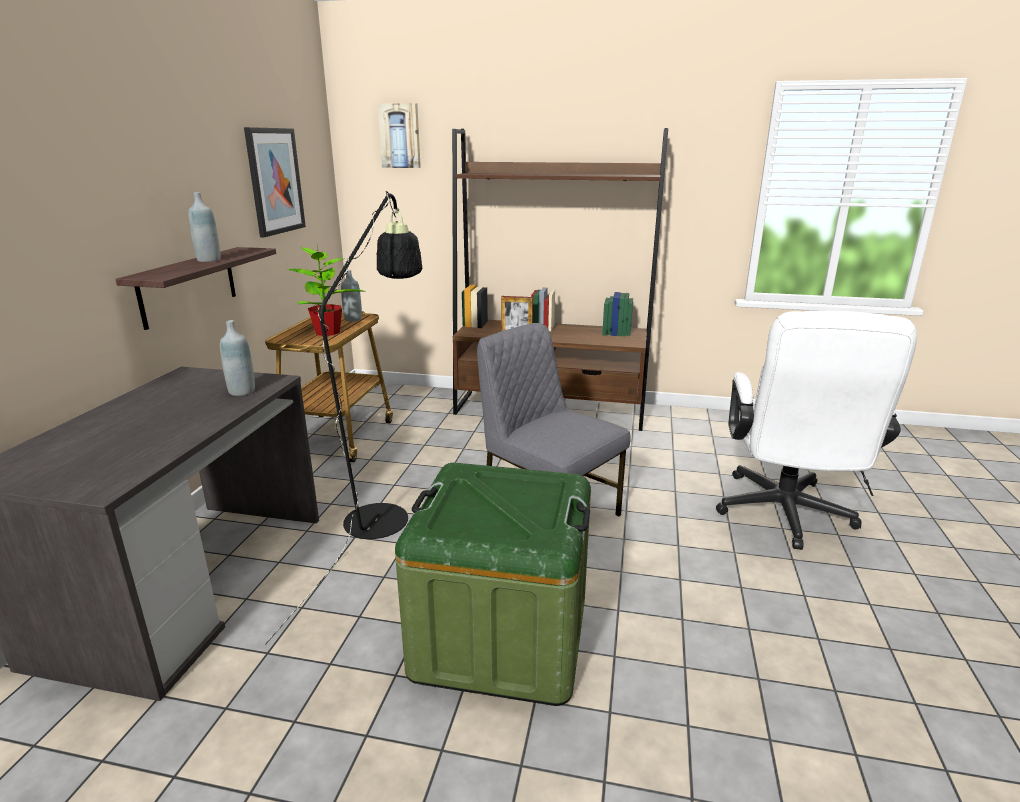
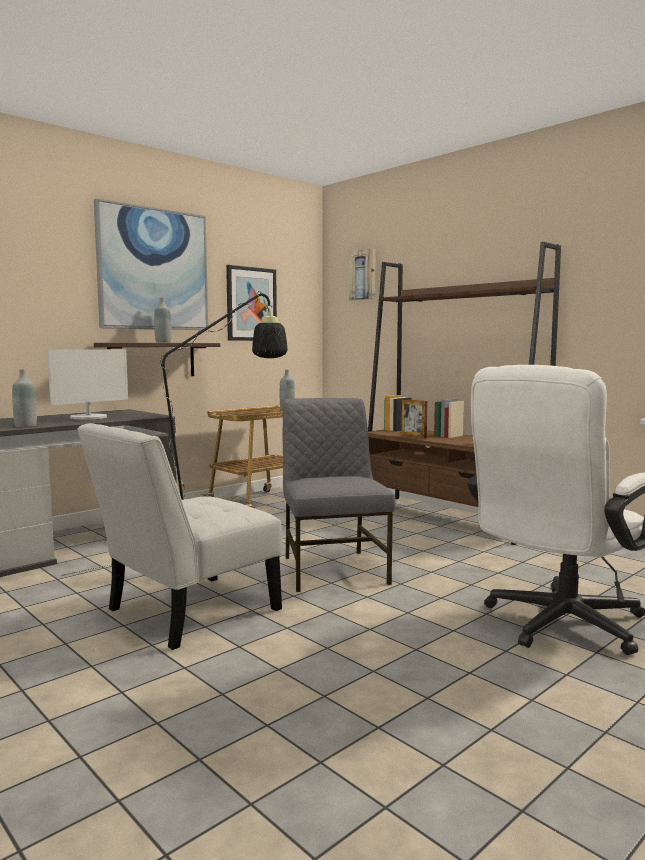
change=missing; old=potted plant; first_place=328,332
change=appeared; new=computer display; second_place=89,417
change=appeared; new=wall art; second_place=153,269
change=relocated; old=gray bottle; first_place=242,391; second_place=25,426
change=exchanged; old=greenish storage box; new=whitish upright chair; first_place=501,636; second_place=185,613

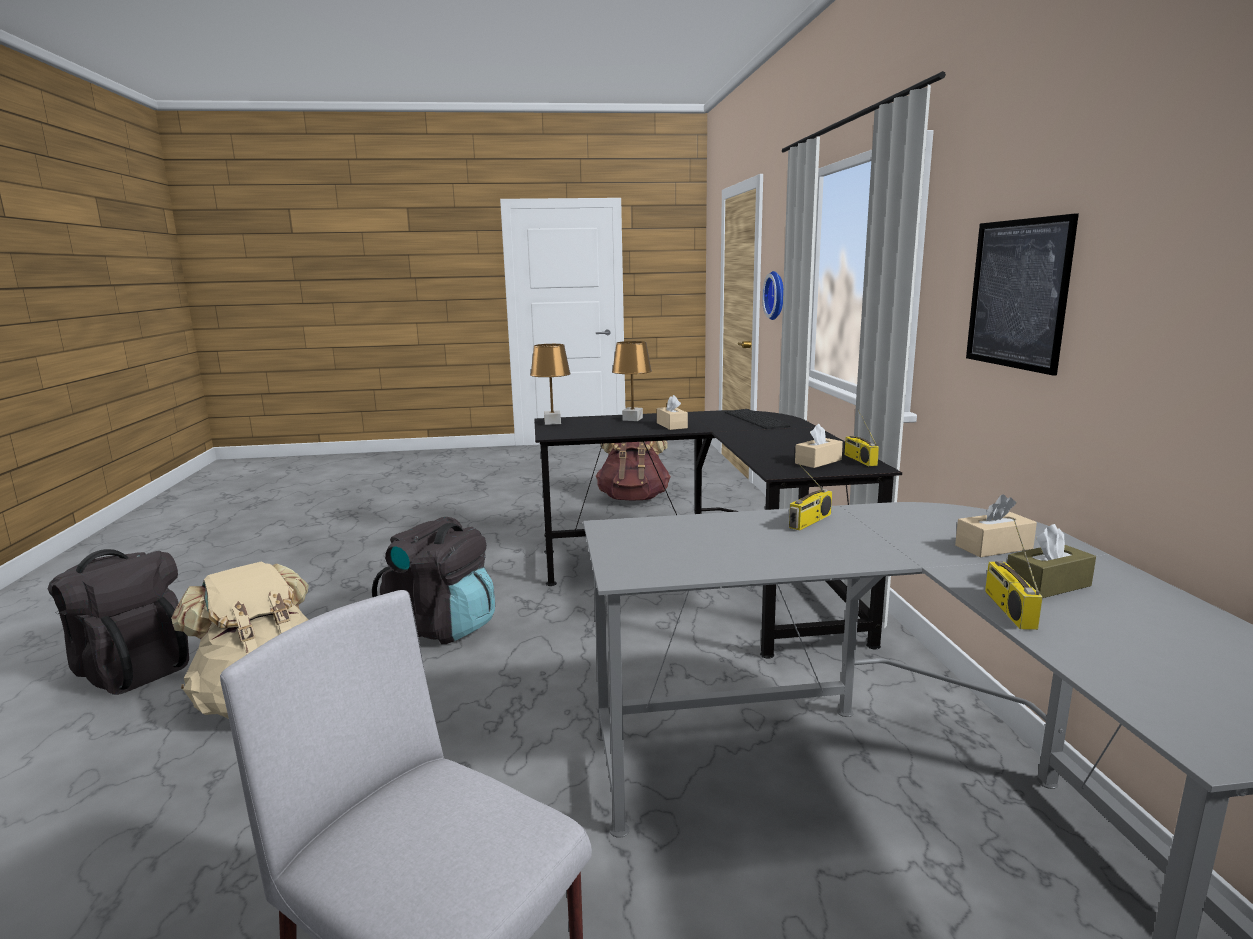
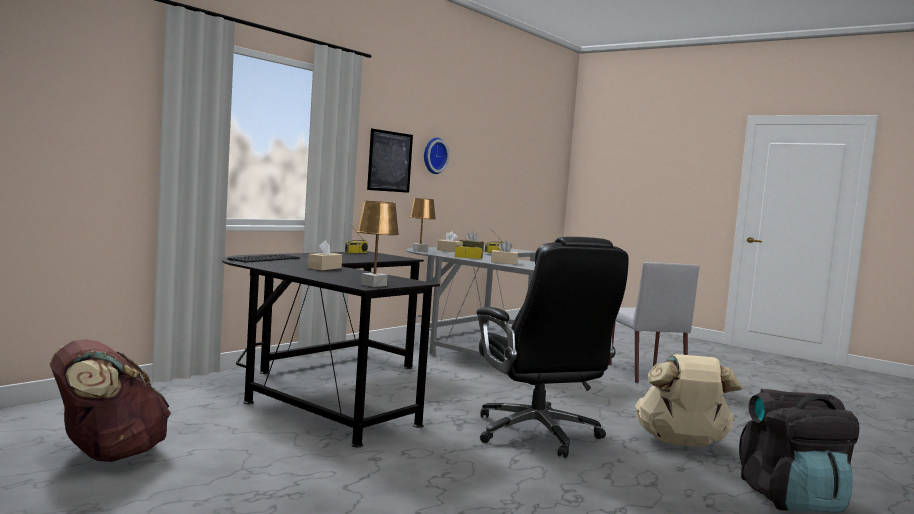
change=relocated; old=brownish table lamp; first_place=632,419; second_place=420,250
change=relocated; old=wall clock; first_place=777,295; second_place=433,155
change=relocated; old=sand-coloured box of tissues; first_place=818,461; second_place=504,262
change=exchanged; old=black backpack; new=black desk chair; first_place=442,627; second_place=538,434

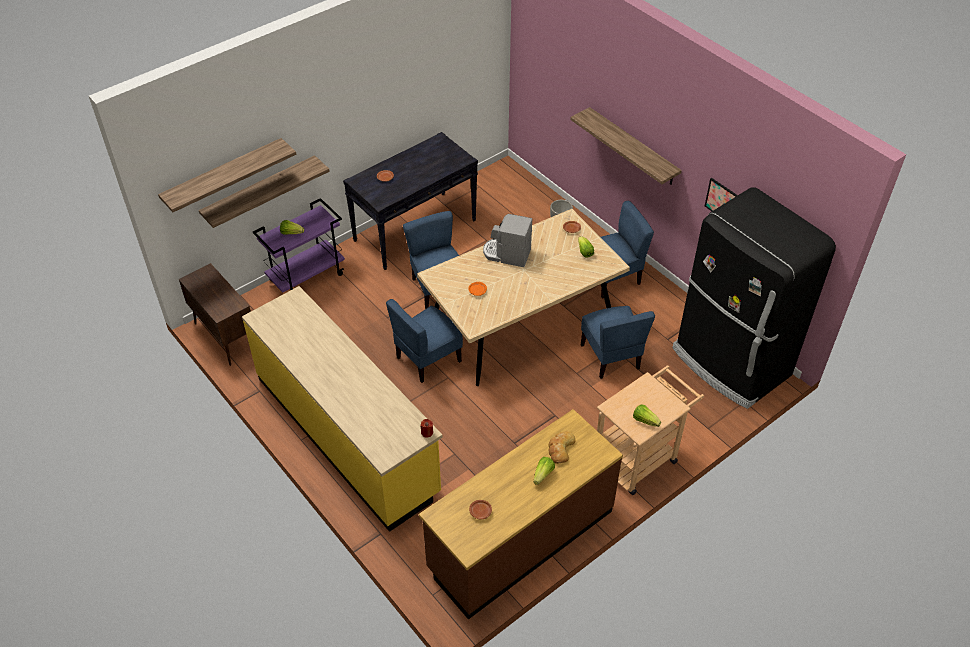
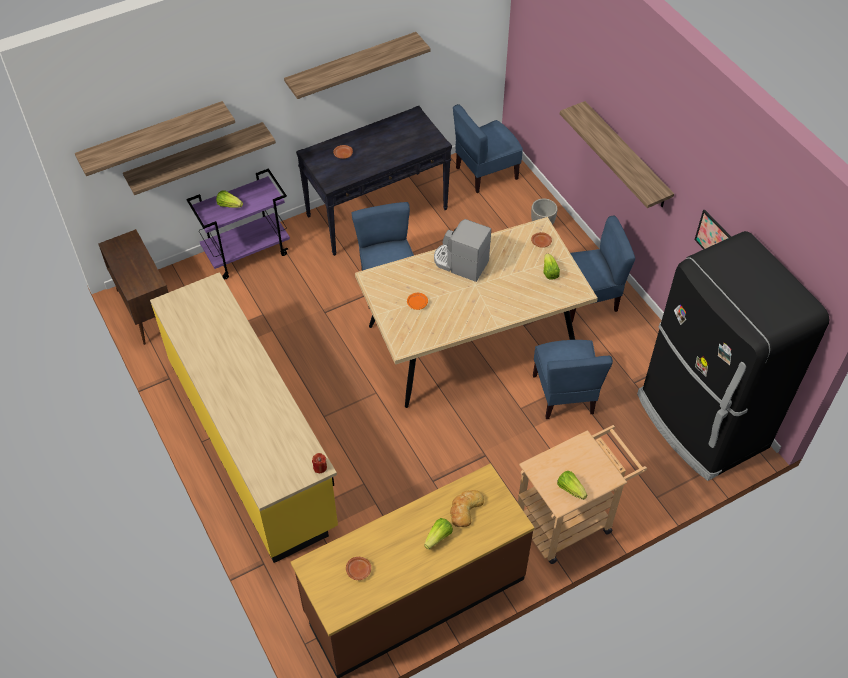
change=appeared; new=wall shelf; second_place=351,65
change=relocated; old=bluish upright chair; first_place=428,359; second_place=486,173

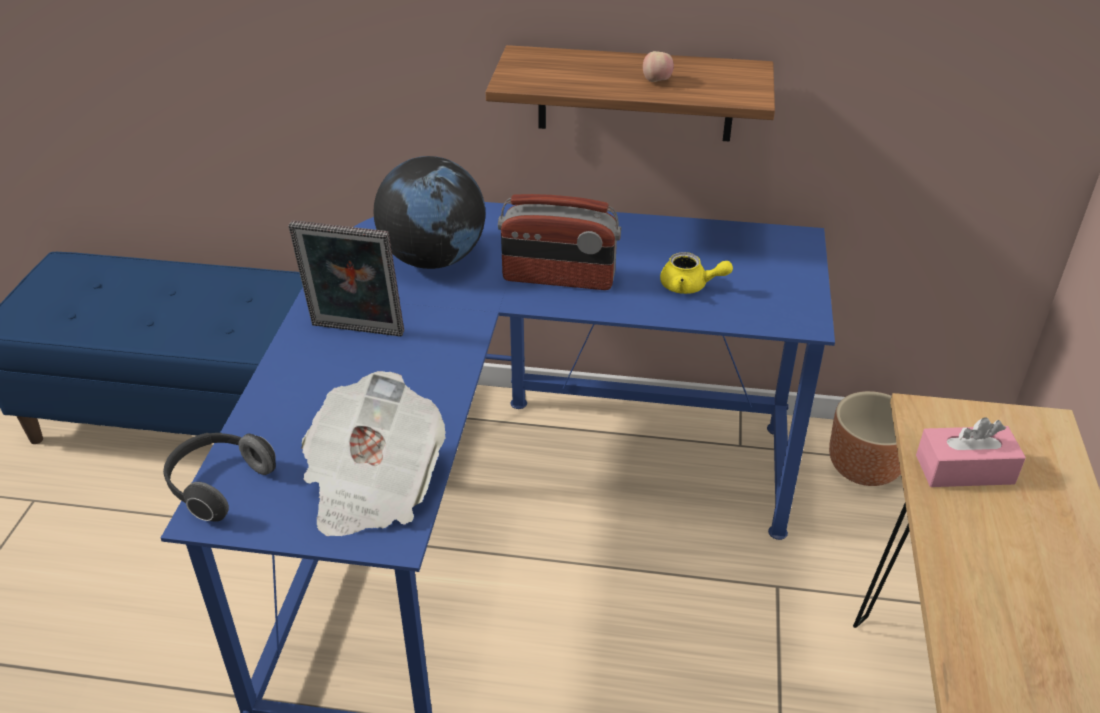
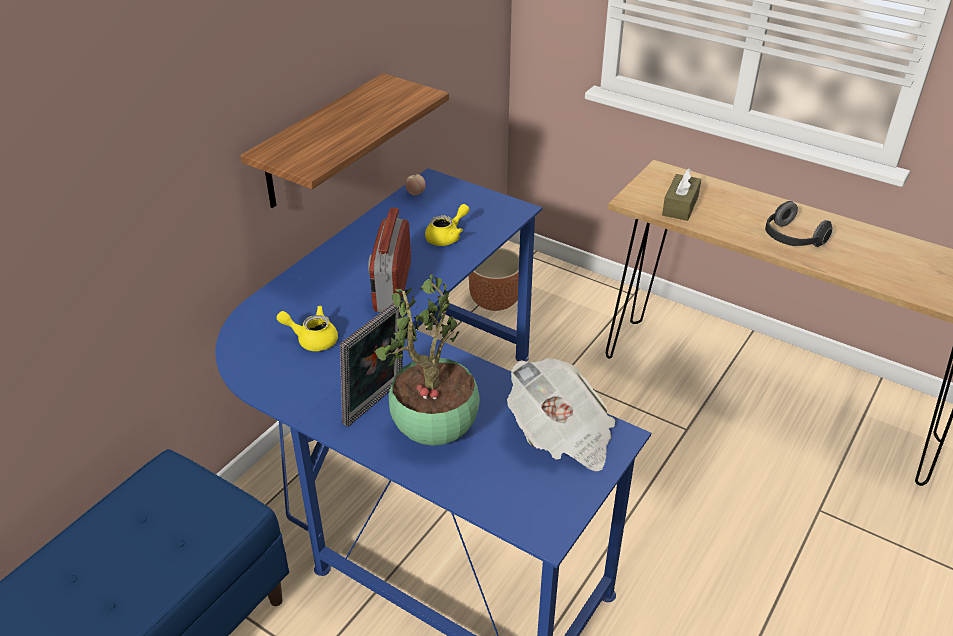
change=appeared; new=potted plant; second_place=434,433
change=relocated; old=headset; first_place=218,485; second_place=791,239
change=relocated; old=whole apple; first_place=656,81; second_place=415,193
change=exchanged; old=globe; new=yellow pot for tea; first_place=433,259; second_place=312,339
change=colour; old=pink box of tissues; new=brownish box of tissues; first_place=964,469; second_place=680,206
change=spun; old=radio set; first_place=558,278; second_place=391,287; degrees=150

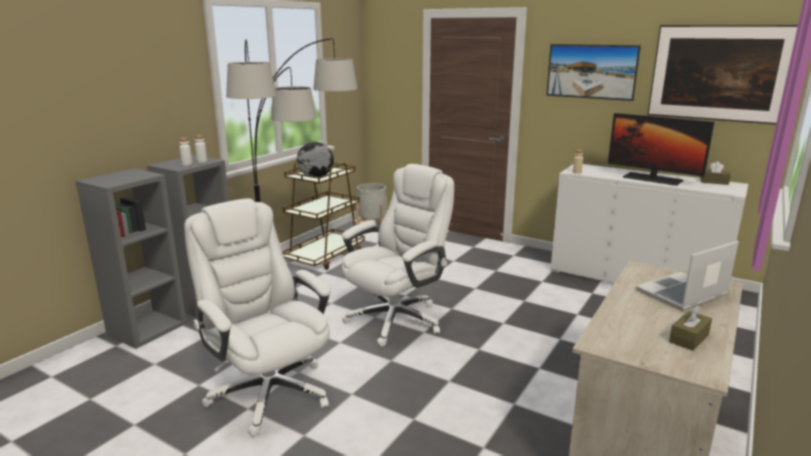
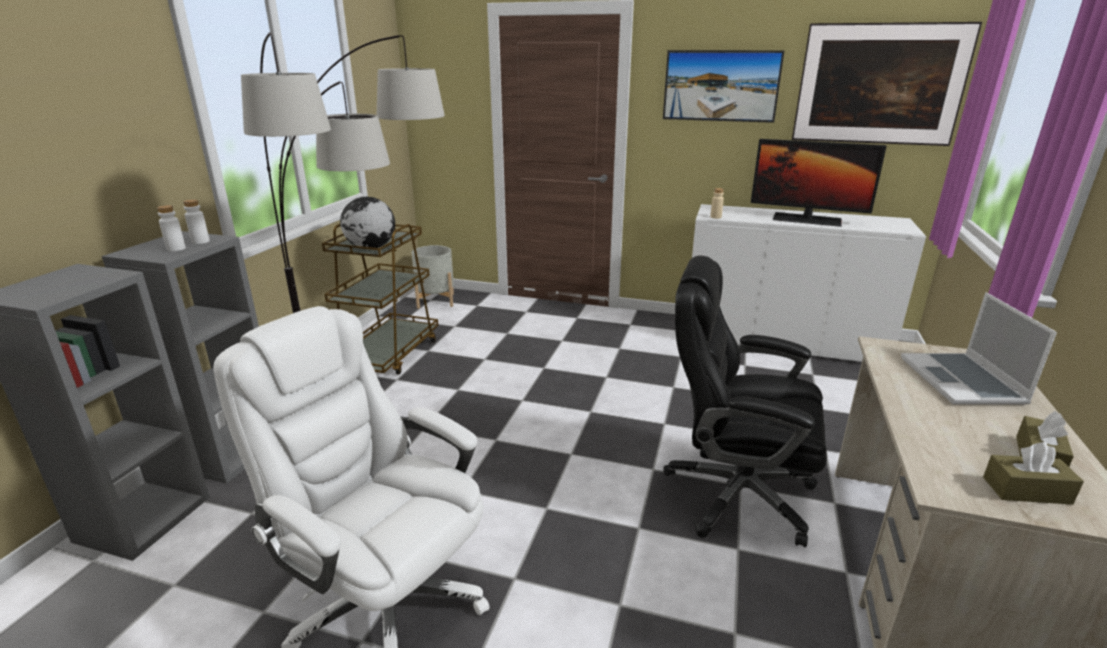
change=missing; old=whitish desk chair; first_place=396,319
change=appeared; new=black desk chair; second_place=735,494
change=relocated; old=brownish box of tissues; first_place=714,182; second_place=1026,490
change=spun; old=notebook computer; first_place=681,294; second_place=963,381; degrees=-45

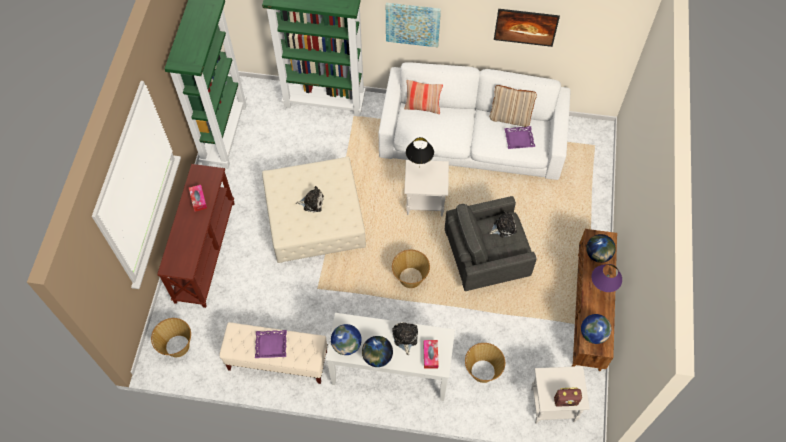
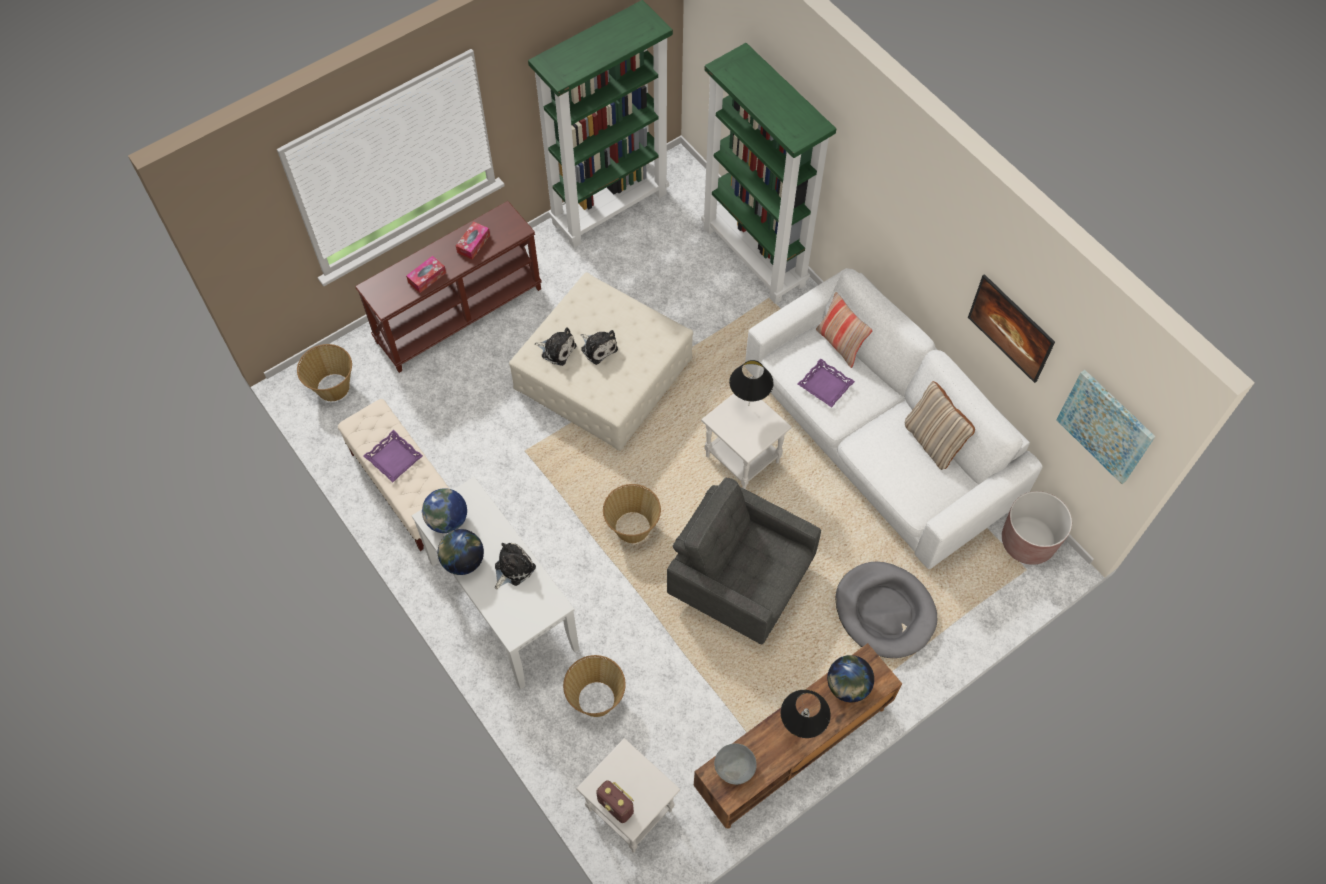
change=appeared; new=gray dog bed; second_place=884,611
change=appeared; new=brownish planter; second_place=1027,541
change=relocated; old=wall art; first_place=412,24; second_place=1105,426
change=relocated; old=box of tissues; first_place=430,355; second_place=427,277
change=relocated; old=soft toy; first_place=503,227; second_place=557,349
change=relocated; old=purple serving tray; first_place=519,139; second_place=825,385
change=exchanged; old=globe; new=gray deep dish; first_place=593,334; second_place=735,767
change=colour; old=purple table lamp; new=black table lamp; first_place=600,291; second_place=800,728

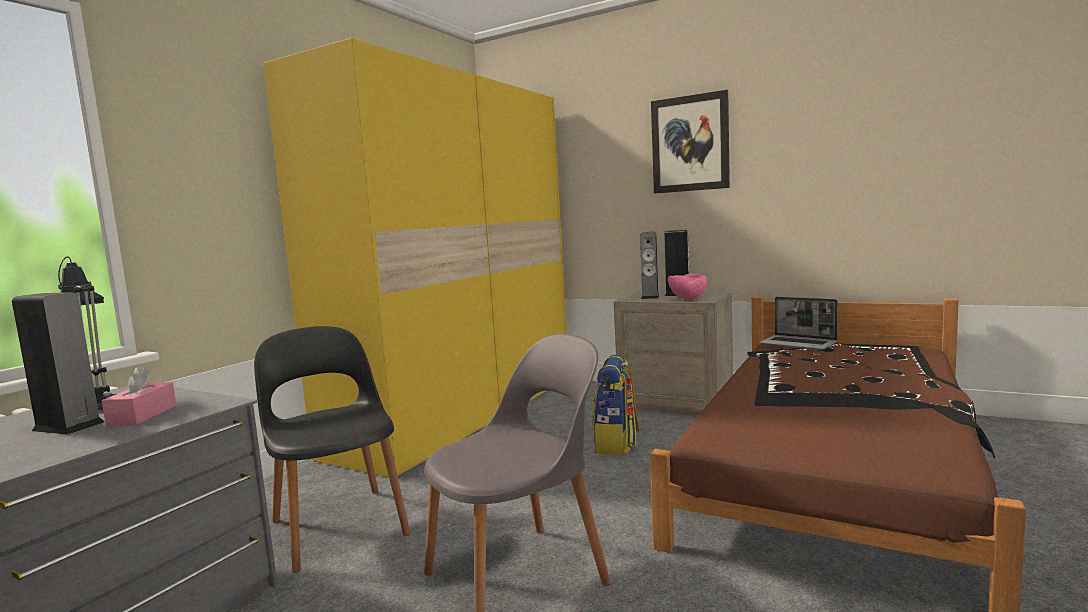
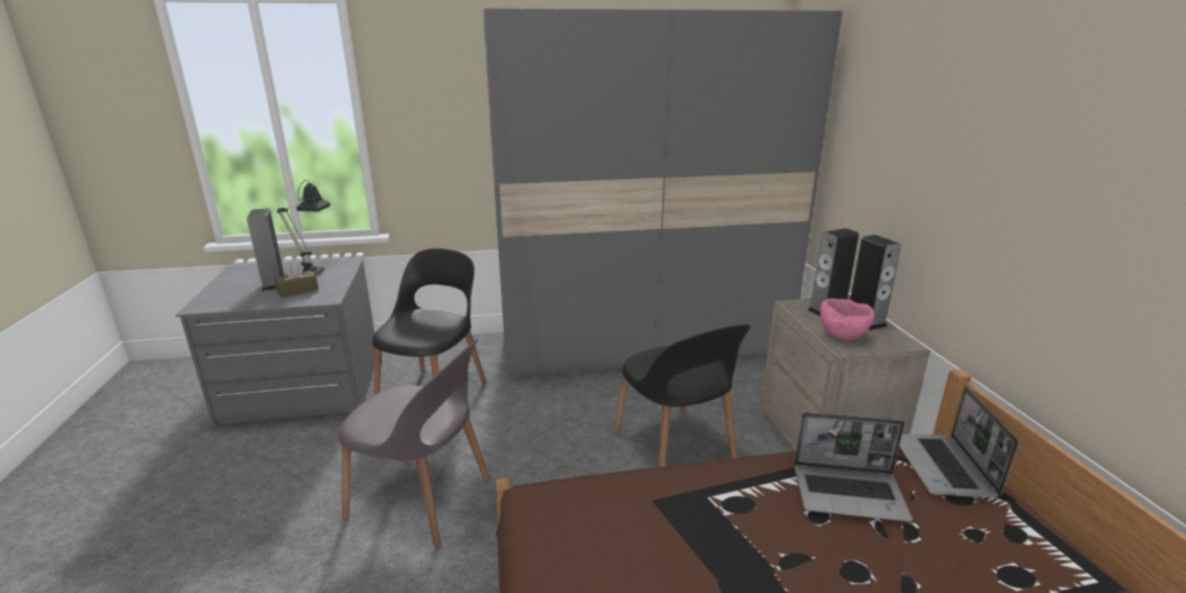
change=missing; old=wall art; first_place=690,144
change=appeared; new=notebook computer; second_place=850,493
change=exchanged; old=backpack; new=black upright chair; first_place=616,444; second_place=674,448
change=colour; old=pink box of tissues; new=brownish box of tissues; first_place=142,415; second_place=297,290
change=colour; old=yellow armoire; new=gray armoire; first_place=462,413; second_place=644,344

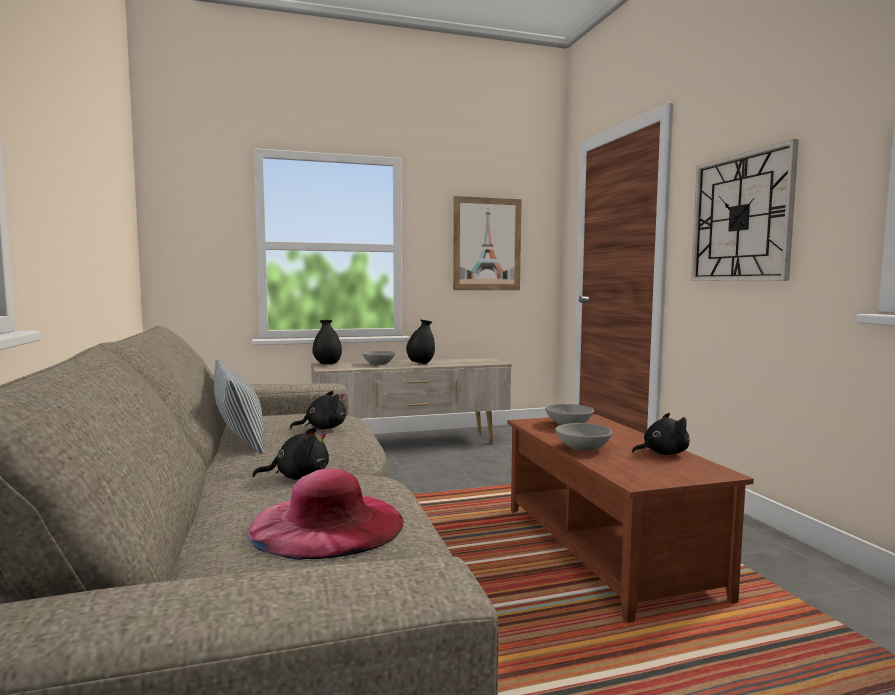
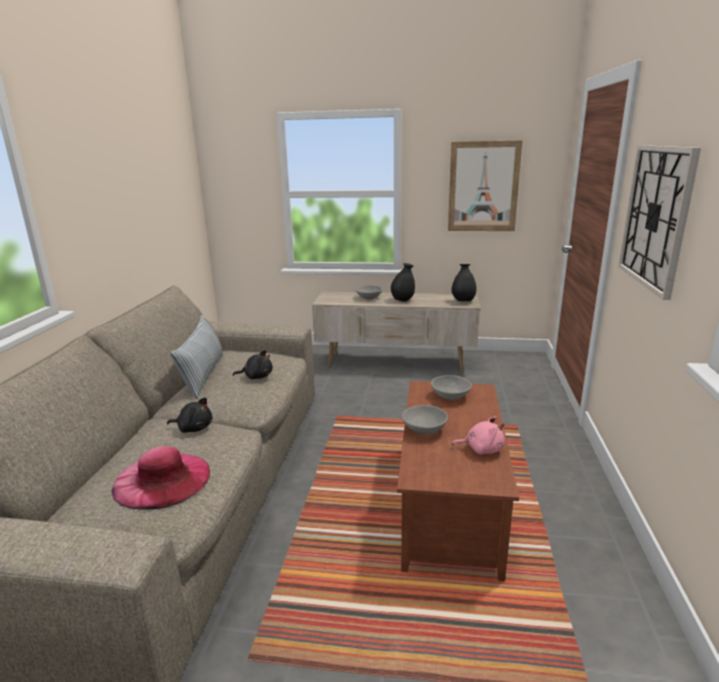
change=relocated; old=black vase; first_place=327,364; second_place=463,301
change=colour; old=black soft toy; new=pink soft toy; first_place=662,453; second_place=481,449

